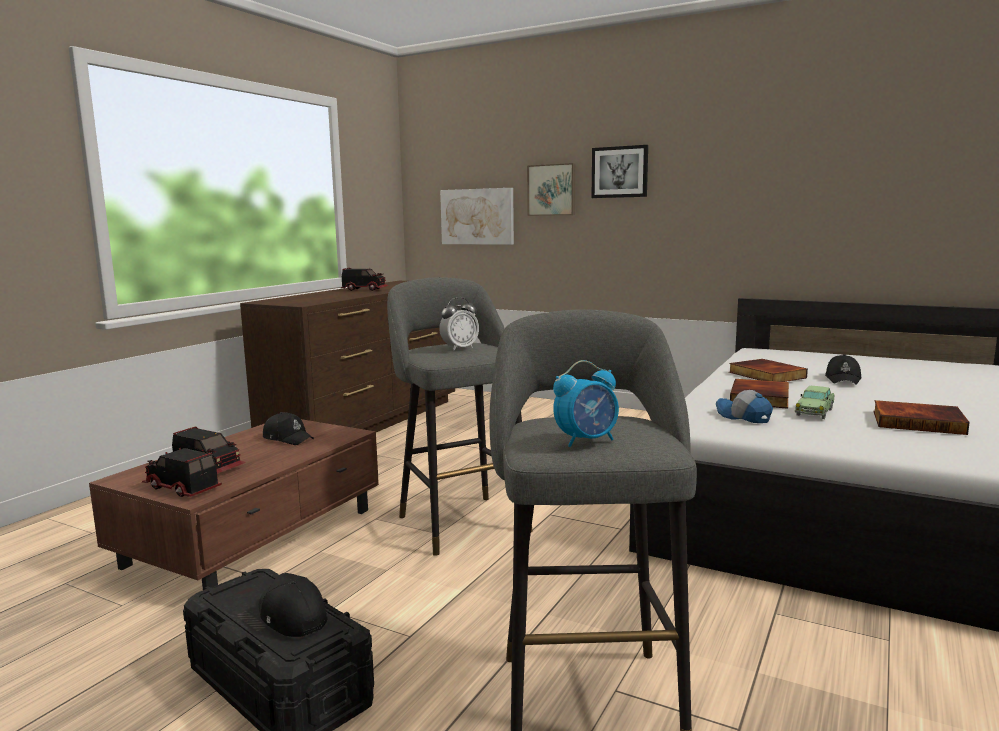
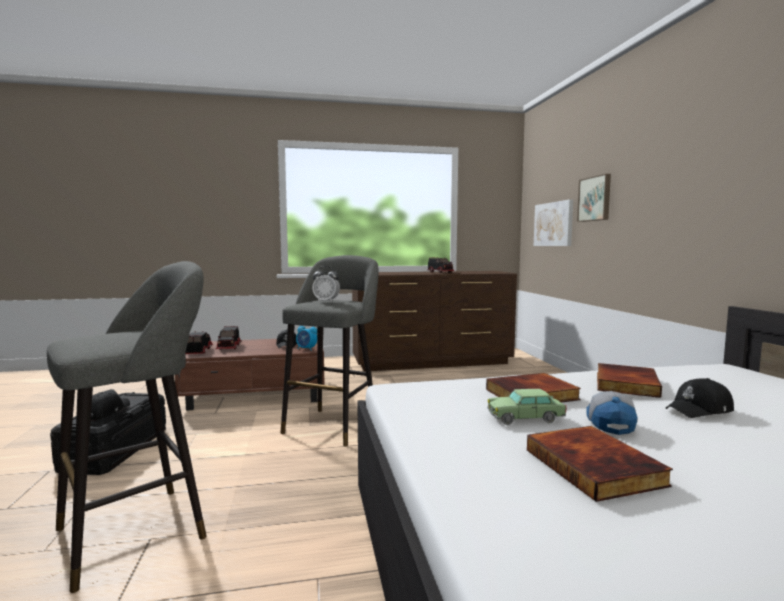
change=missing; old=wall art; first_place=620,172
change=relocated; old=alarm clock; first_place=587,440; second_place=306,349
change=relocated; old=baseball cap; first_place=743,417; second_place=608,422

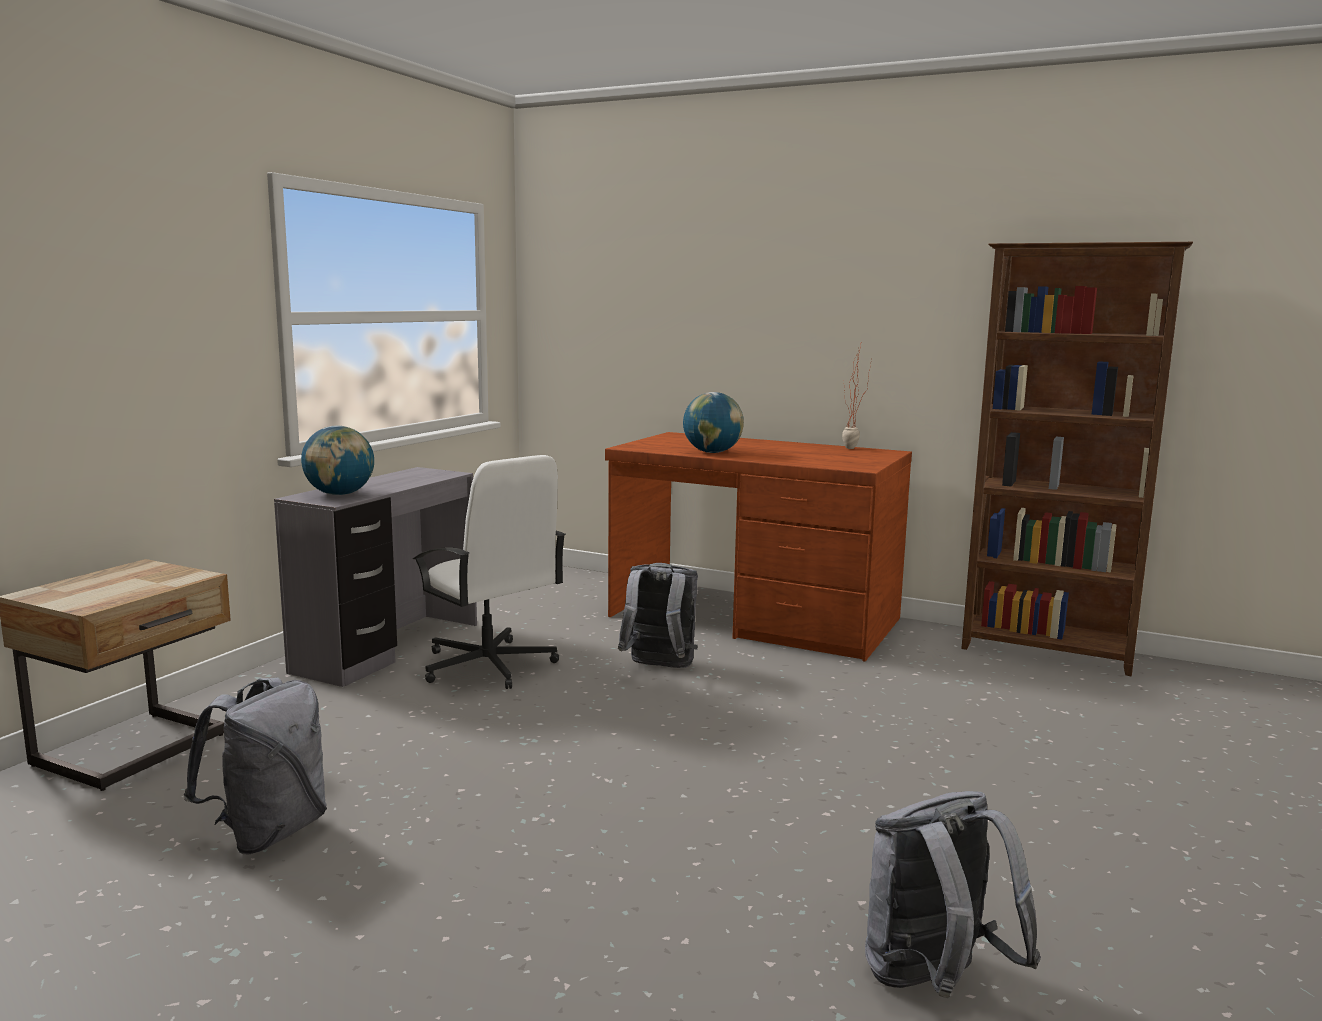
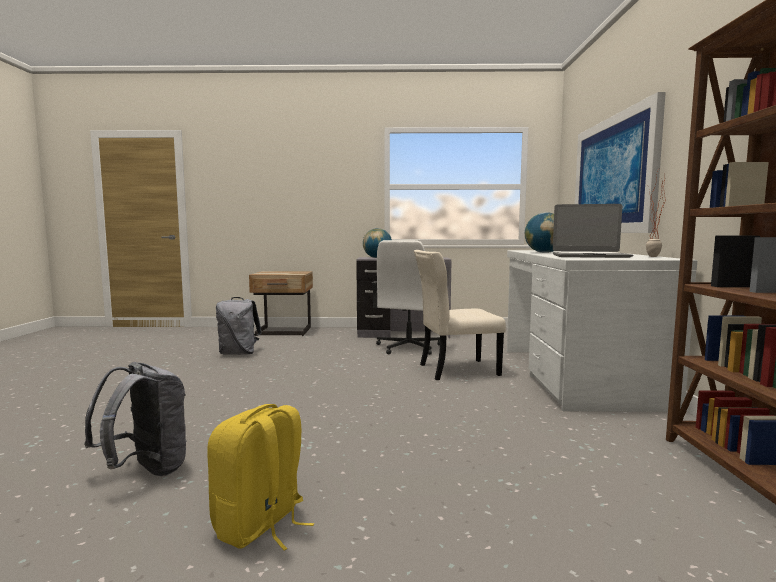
change=appeared; new=yellow backpack; second_place=260,525
change=appeared; new=notebook computer; second_place=590,256
change=appeared; new=wall art; second_place=613,175
change=exchanged; old=gray backpack; new=sand-coloured upright chair; first_place=659,668; second_place=455,370
change=colour; old=brownish desk table; new=whitish desk table; first_place=754,618; second_place=576,376

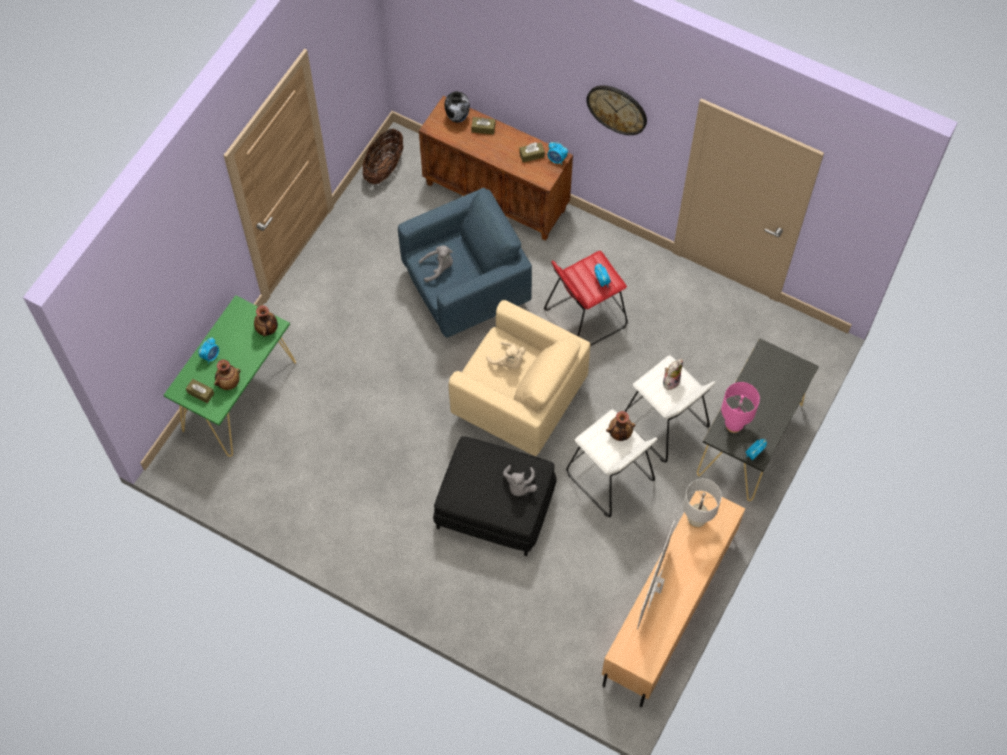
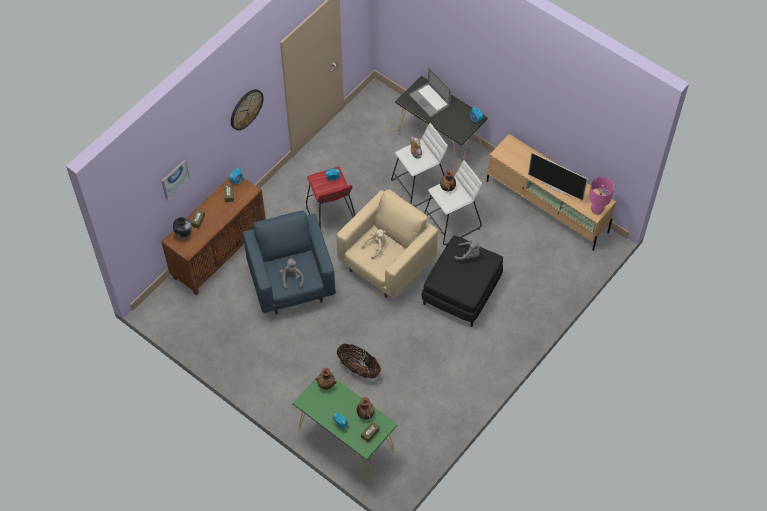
change=missing; old=whitish table lamp; first_place=696,520
change=appeared; new=wall art; second_place=175,179
change=appeared; new=notebook computer; second_place=429,100
change=relocated; old=storage basket; first_place=384,168; second_place=358,368
change=relocated; old=pink table lamp; first_place=733,425; second_place=596,210

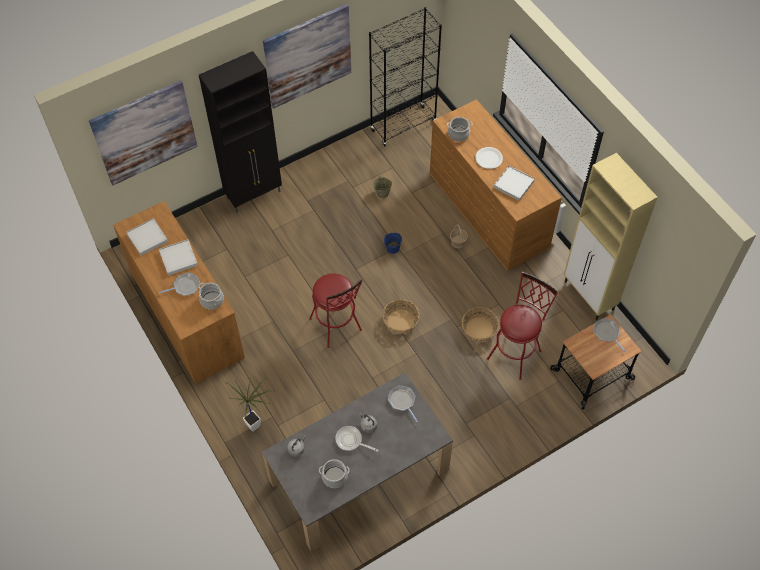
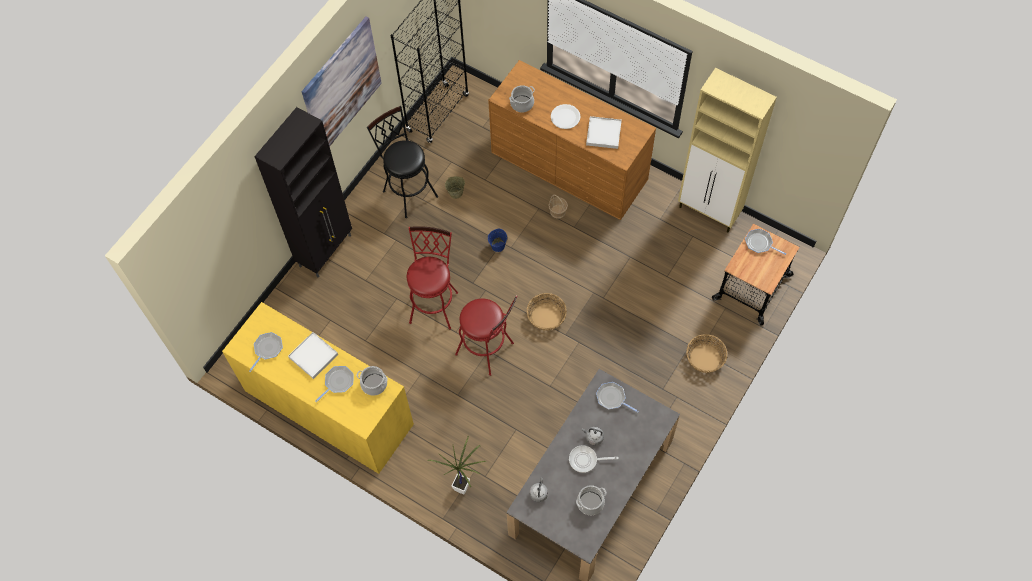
change=missing; old=wall art; first_place=145,133
change=appeared; new=black sitting stool; second_place=407,190
change=relocated; old=storage basket; first_place=479,329; second_place=705,358
change=relocated; old=red sitting stool; first_place=516,351; second_place=435,303
change=exchanged; old=whitish serving tray; new=pan; first_place=147,238; second_place=267,349
change=colour; old=brownish chest of drawers; new=yellow chest of drawers; first_place=186,315; second_place=328,407

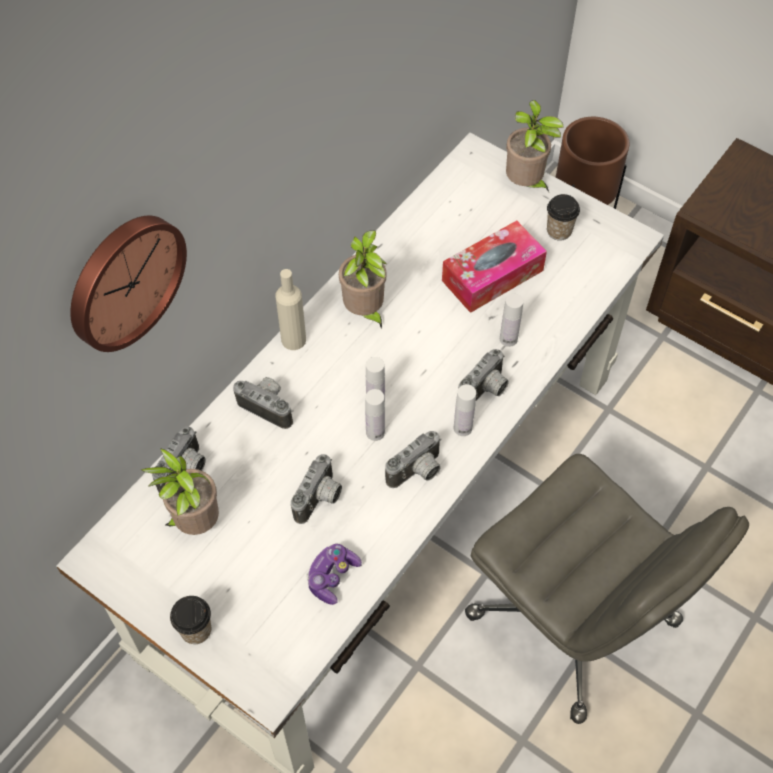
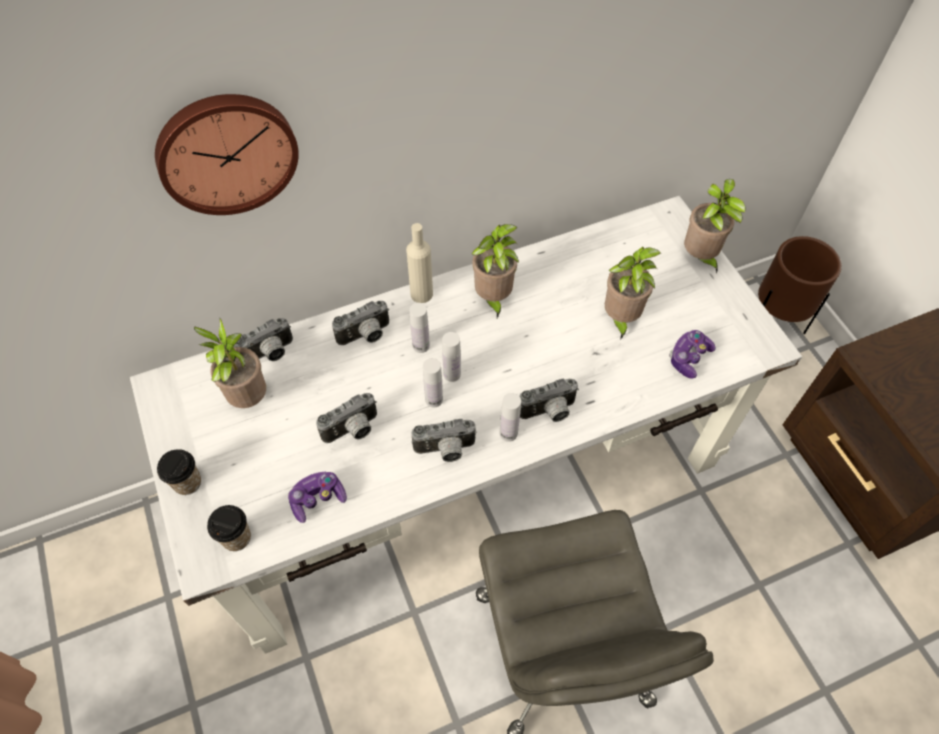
change=appeared; new=joypad; second_place=688,358
change=relocated; old=whitish bottle; first_place=508,339; second_place=421,346
change=relocated; old=drinking cup; first_place=559,231; second_place=236,538
change=exchanged; old=box of tissues; new=potted plant; first_place=492,275; second_place=620,319
change=spun; old=photo camera; first_place=269,406; second_place=366,336; degrees=90

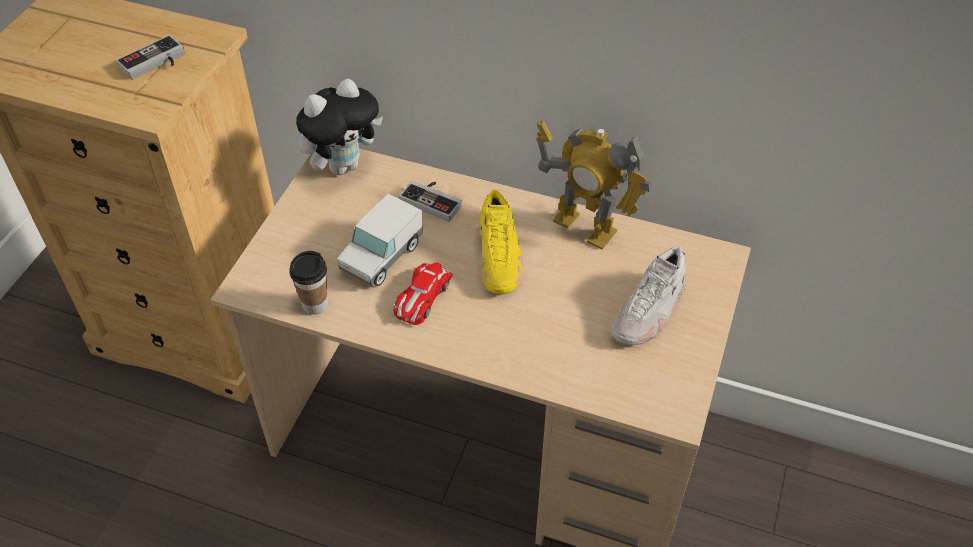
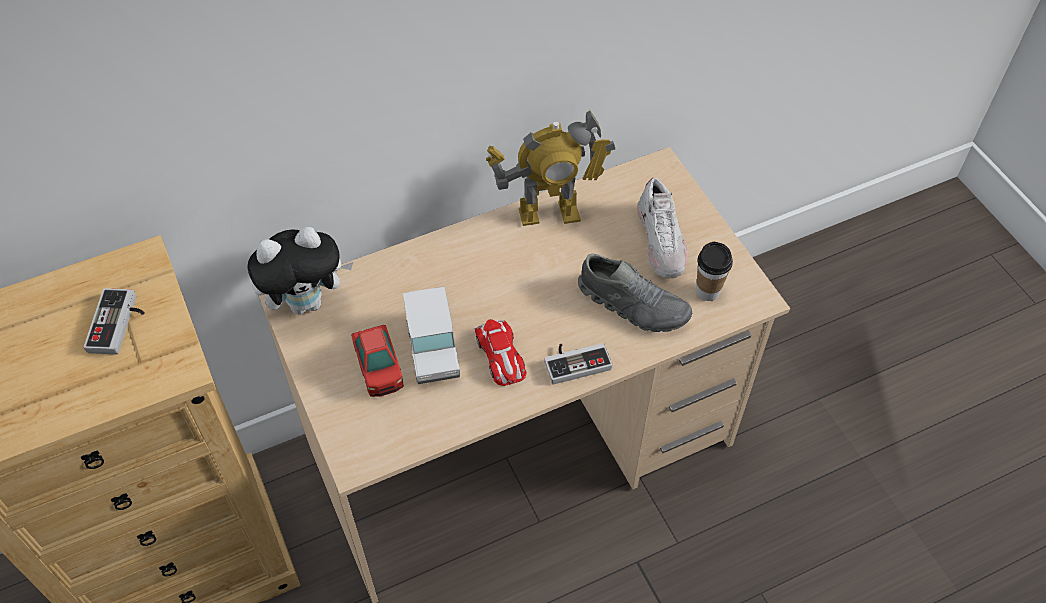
change=missing; old=yellow item of footwear; first_place=500,257
change=appeared; new=toy car; second_place=379,369
change=appeared; new=gray item of footwear; second_place=633,304
change=relocated; old=drinking cup; first_place=315,304; second_place=707,291
change=relocated; old=joypad; first_place=434,200; second_place=575,361
change=spun; old=soft toy; first_place=343,165; second_place=307,301; degrees=60

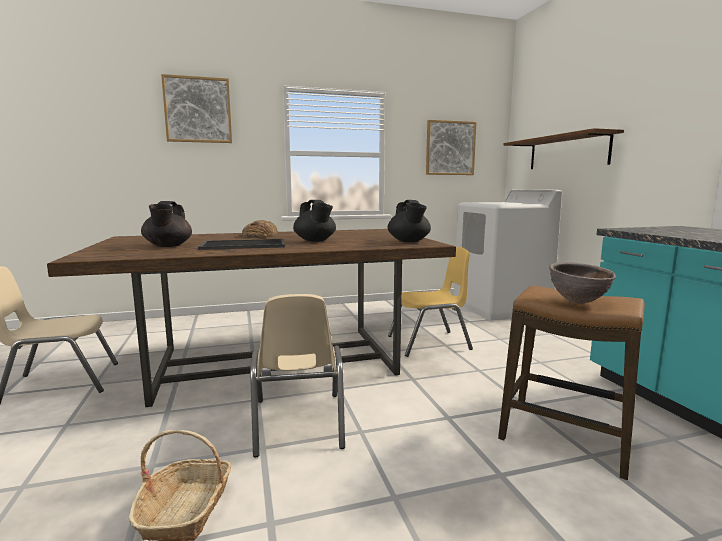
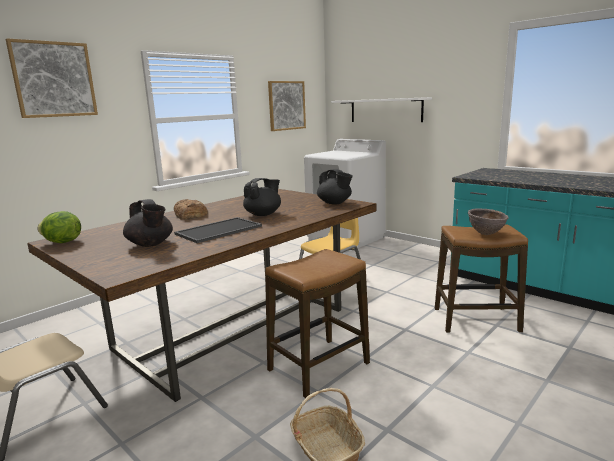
change=appeared; new=head of lettuce; second_place=62,242
change=exchanged; old=sand-coloured upright chair; new=sitting stool; first_place=298,423; second_place=318,367
change=colour; old=brownish wall shelf; new=whitish wall shelf; first_place=567,152; second_place=385,110
change=spun; old=black pot for tea; first_place=315,241; second_place=263,214; degrees=-75

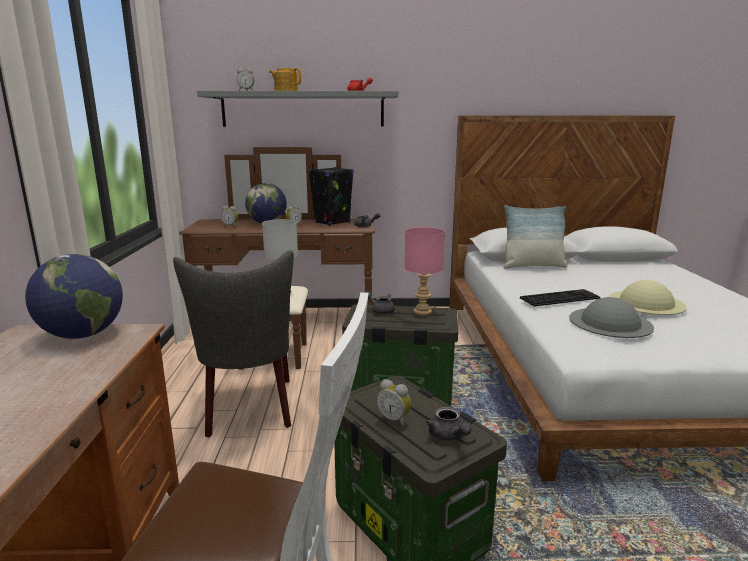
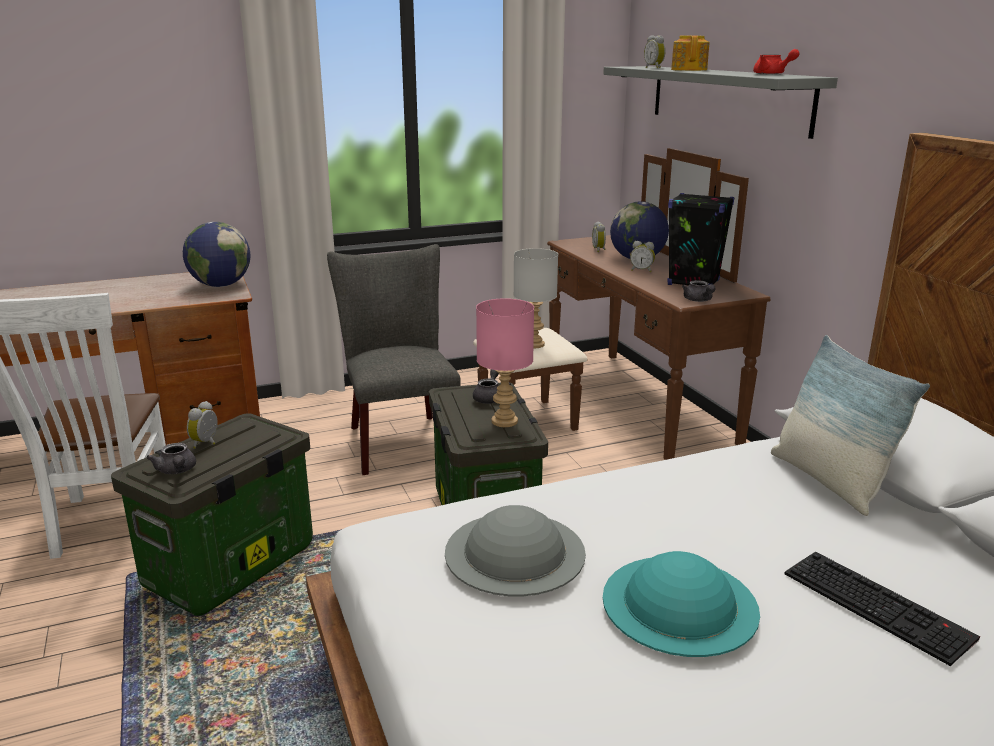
change=relocated; old=computer keyboard; first_place=560,298; second_place=879,605
change=colour; old=sand-coloured wearable hat; new=turquoise wearable hat; first_place=646,302; second_place=679,603
change=spun; old=gray upright chair; first_place=249,410; second_place=400,439; degrees=105
change=spun; old=gray pot for tea; first_place=448,436; second_place=177,471; degrees=-75

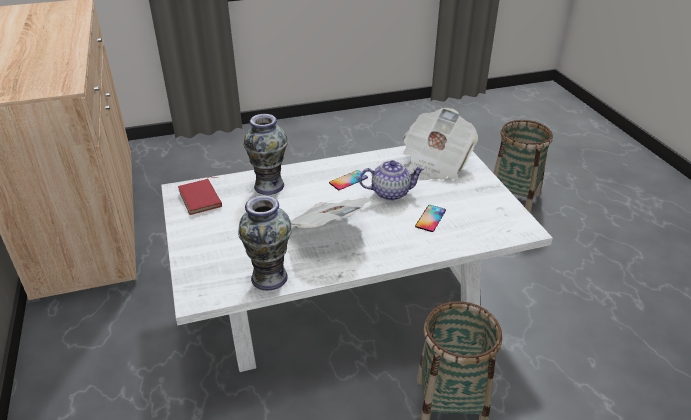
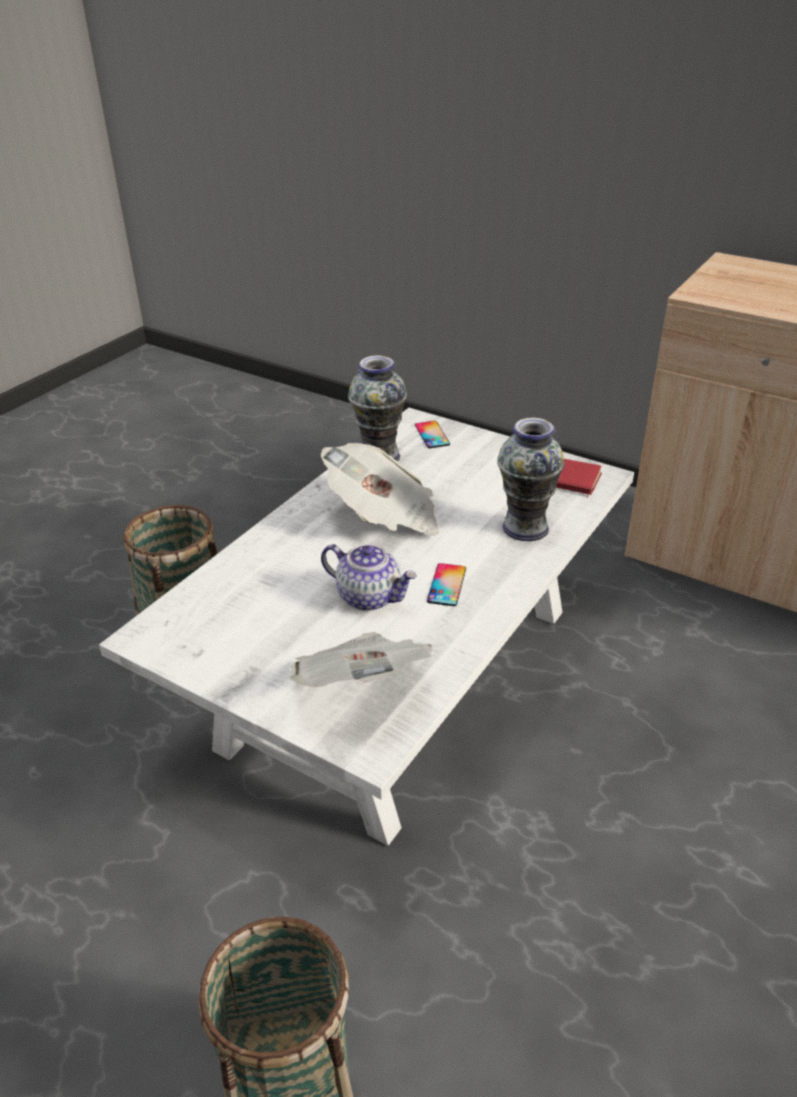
change=relocated; old=telephone; first_place=430,218; second_place=432,435
change=spun; old=pot for tea; first_place=391,192; second_place=370,597; degrees=-105

